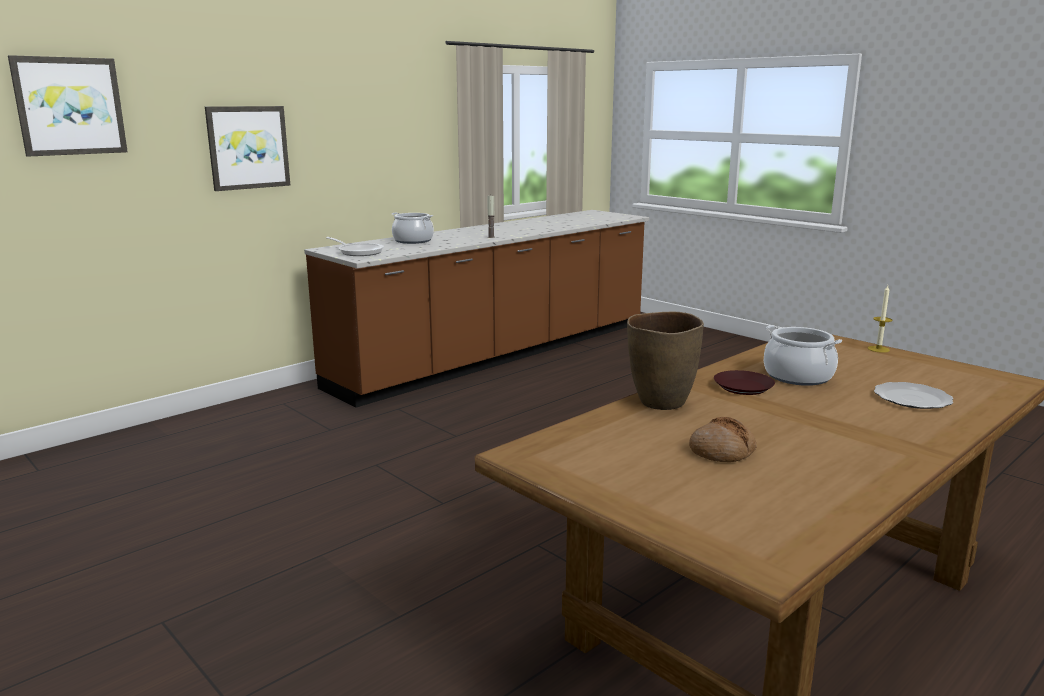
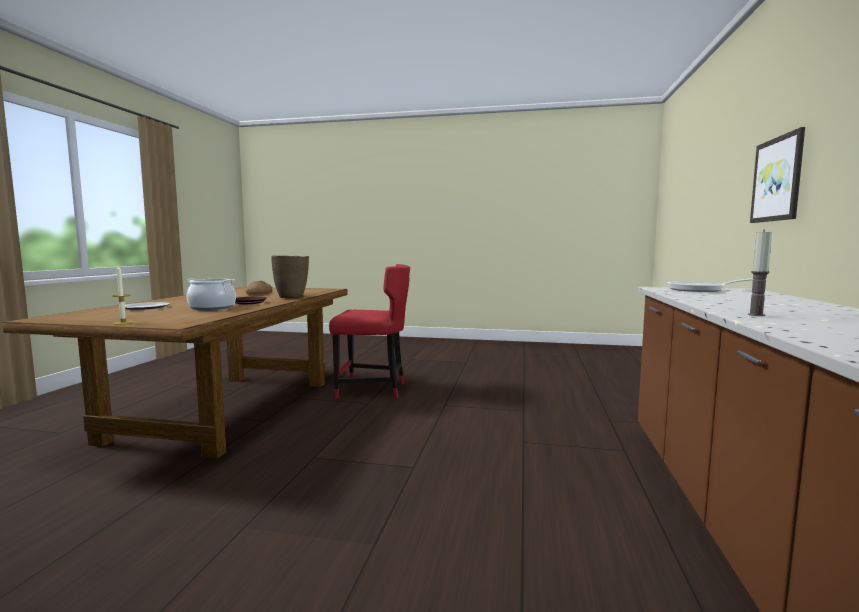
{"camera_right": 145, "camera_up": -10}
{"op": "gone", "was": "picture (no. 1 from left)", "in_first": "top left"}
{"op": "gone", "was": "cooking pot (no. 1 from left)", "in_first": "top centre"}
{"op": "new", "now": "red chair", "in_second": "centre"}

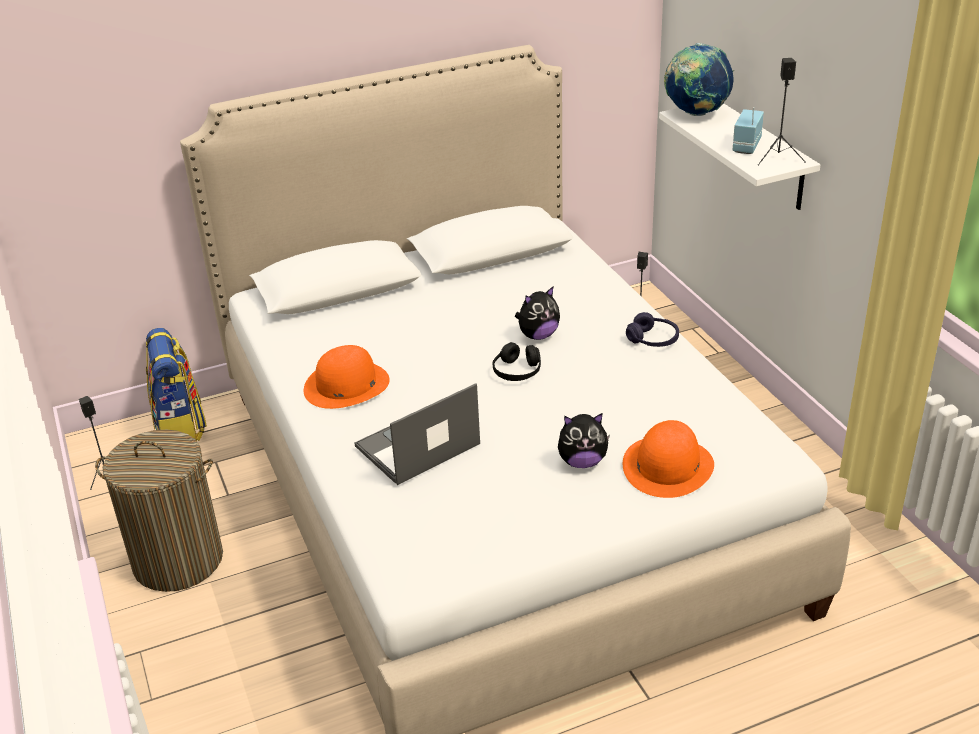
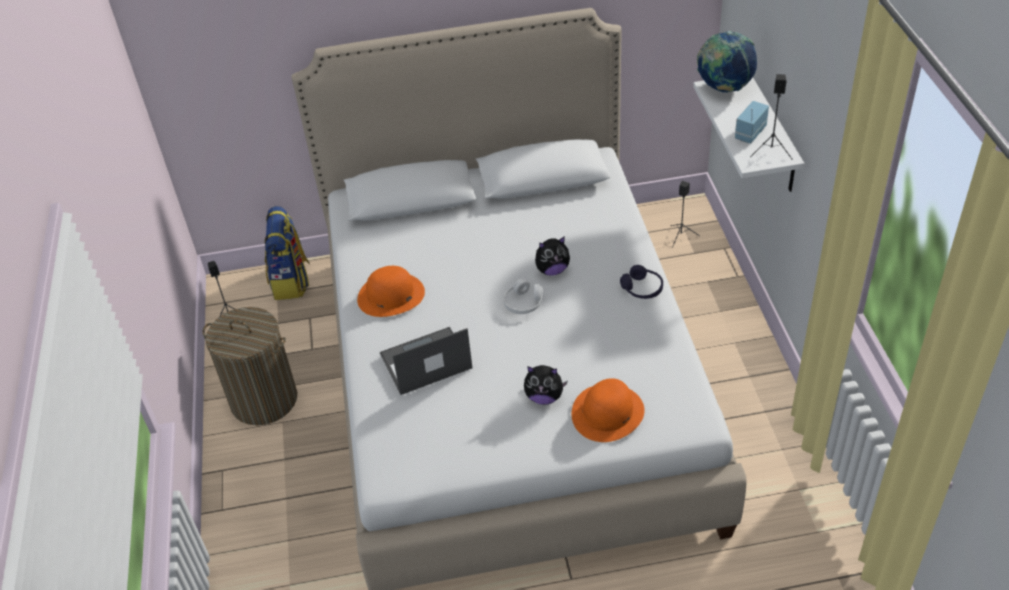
{"camera_right": 15, "camera_up": 10}
{"op": "repainted", "was": "black headphones", "now": "white headphones", "in_first": "centre", "in_second": "centre"}

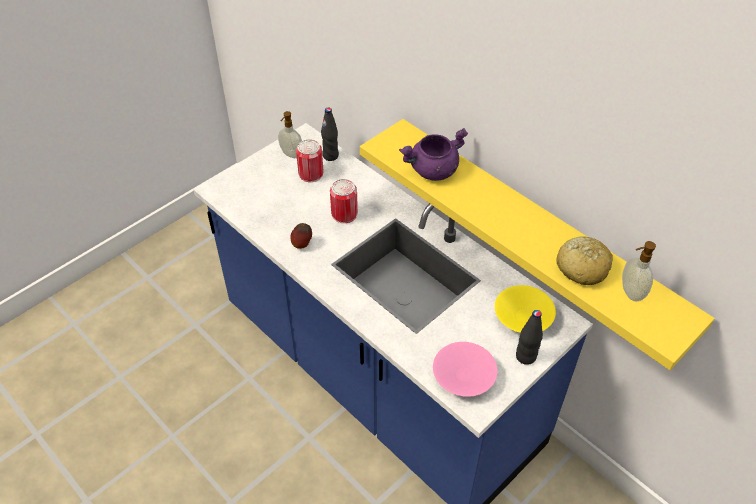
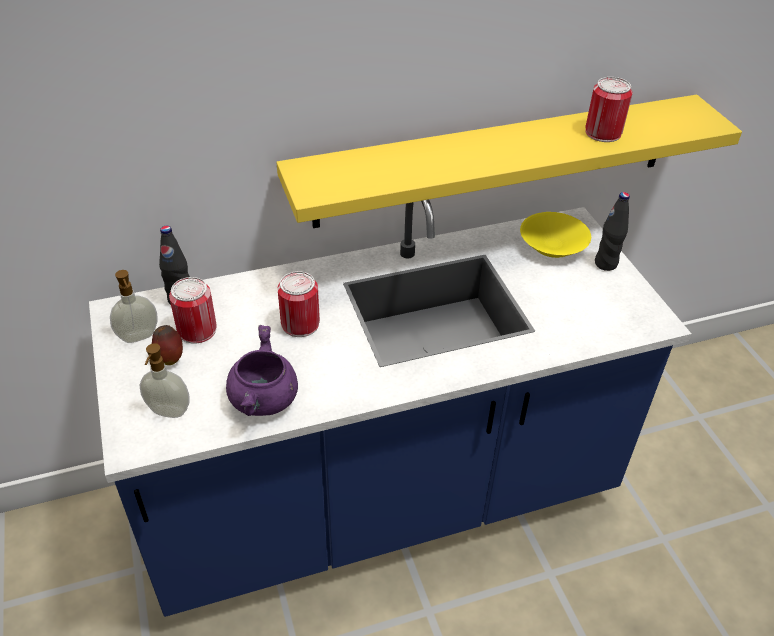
{"camera_right": -65, "camera_up": -5}
{"op": "shifted", "was": "apple", "in_first": "centre", "in_second": "middle left"}
{"op": "shifted", "was": "purple cooking pot", "in_first": "top centre", "in_second": "centre"}
{"op": "gone", "was": "pink bowl", "in_first": "bottom centre"}
{"op": "swapped", "was": "bread", "now": "can (no. 3 from left)", "in_first": "middle right", "in_second": "top right"}
{"op": "shifted", "was": "soap dispenser (no. 2 from left)", "in_first": "middle right", "in_second": "middle left"}

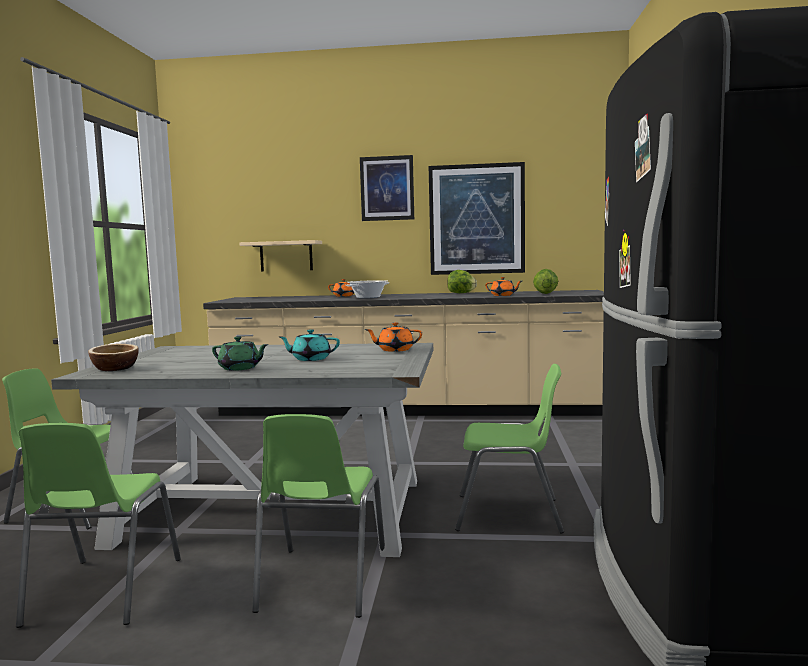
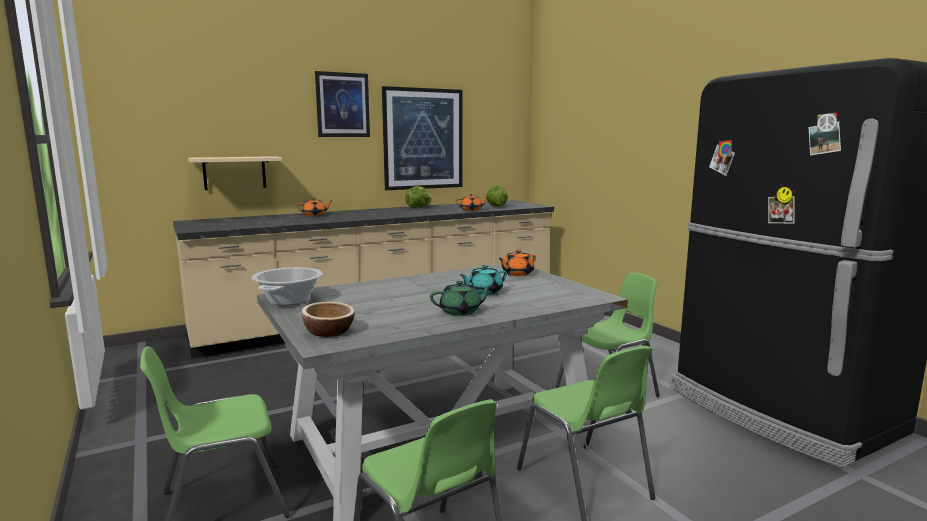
{"camera_right": -35, "camera_up": 5}
{"op": "shifted", "was": "cooking pot", "in_first": "centre", "in_second": "middle left"}

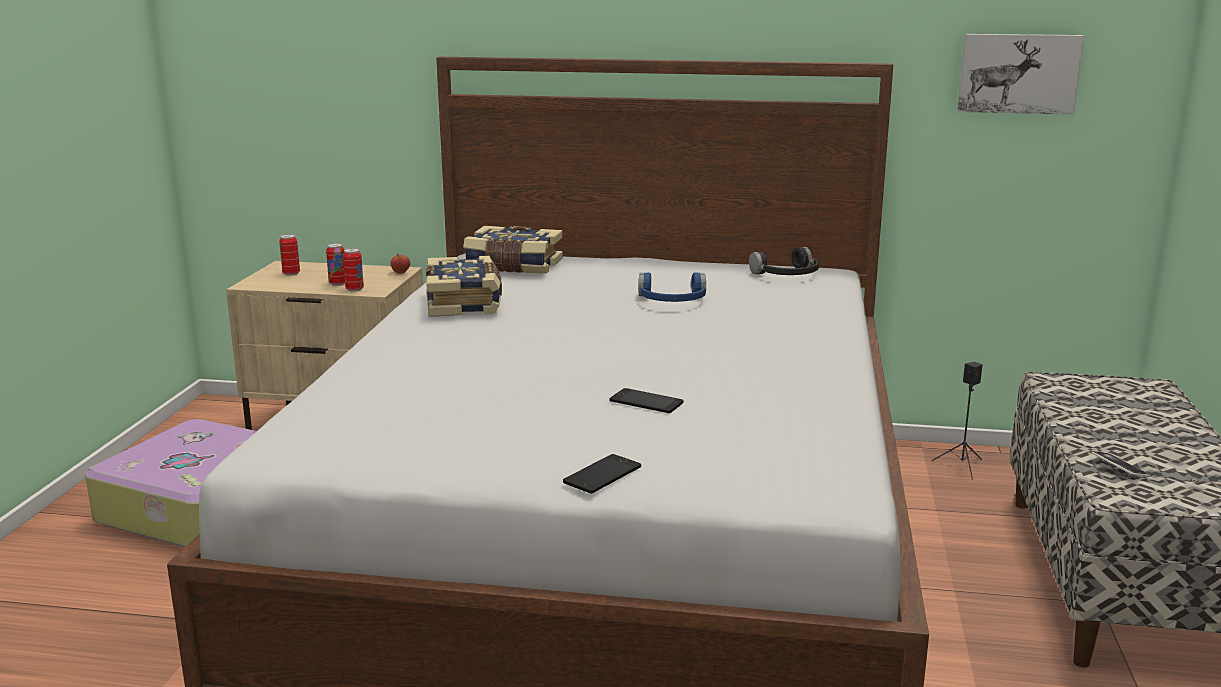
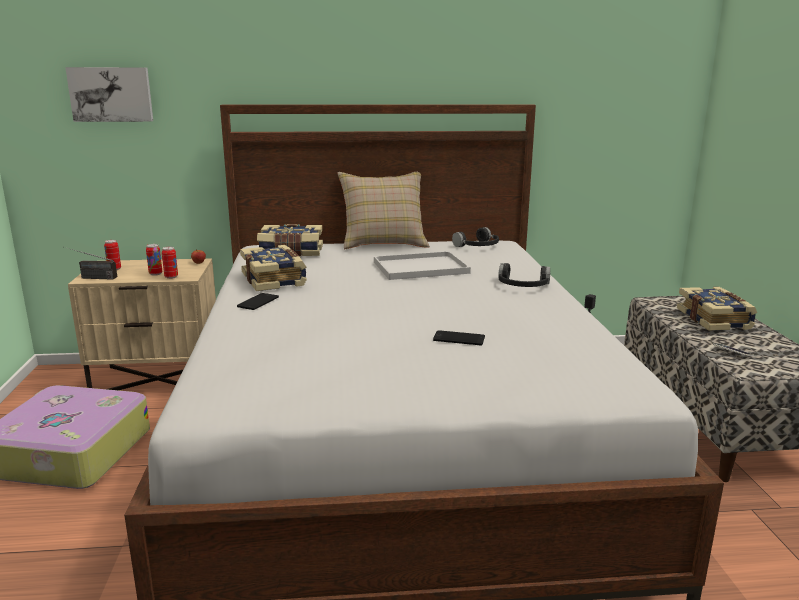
{"camera_right": -15, "camera_up": 0}
{"op": "shifted", "was": "phone (no. 1 from left)", "in_first": "bottom centre", "in_second": "middle left"}
{"op": "swapped", "was": "blue headphones", "now": "white tray", "in_first": "centre", "in_second": "centre"}
{"op": "shifted", "was": "picture", "in_first": "top right", "in_second": "top left"}
{"op": "new", "now": "radio", "in_second": "middle left"}
{"op": "new", "now": "beige pillow", "in_second": "centre"}
{"op": "new", "now": "black headphones (no. 2 from left)", "in_second": "centre"}
{"op": "new", "now": "book (no. 3 from left)", "in_second": "middle right"}

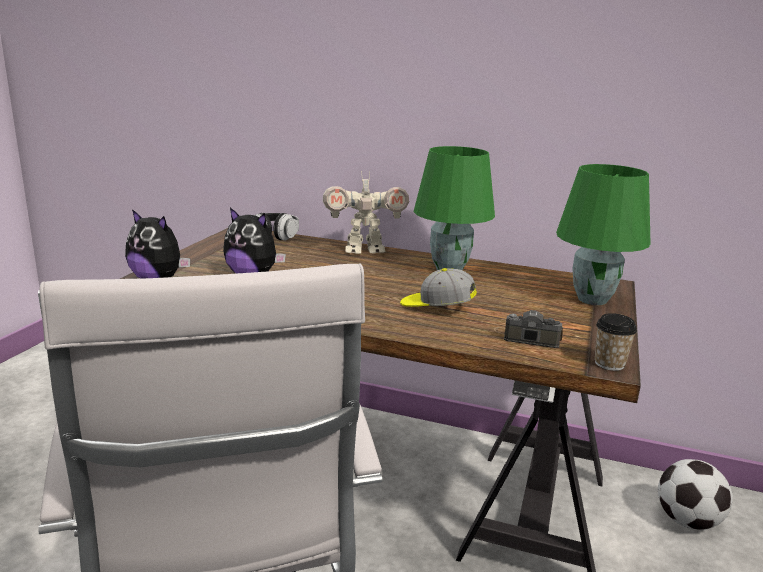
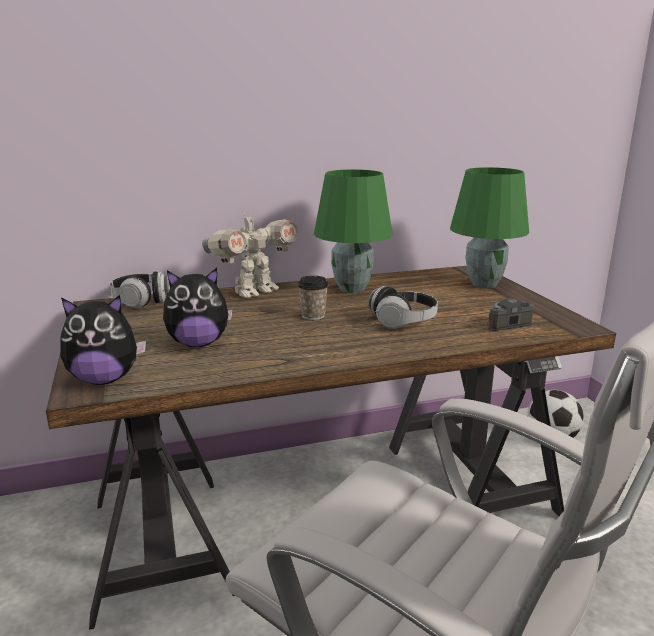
{"camera_right": -35, "camera_up": 0}
{"op": "swapped", "was": "cap", "now": "headphones (no. 2 from left)", "in_first": "centre", "in_second": "centre"}
{"op": "shifted", "was": "cup", "in_first": "middle right", "in_second": "centre"}

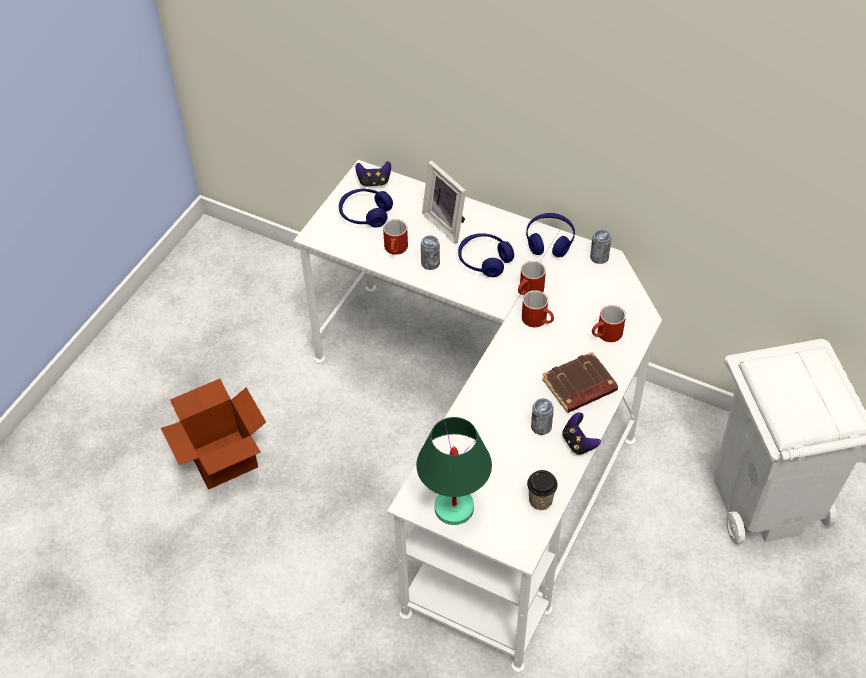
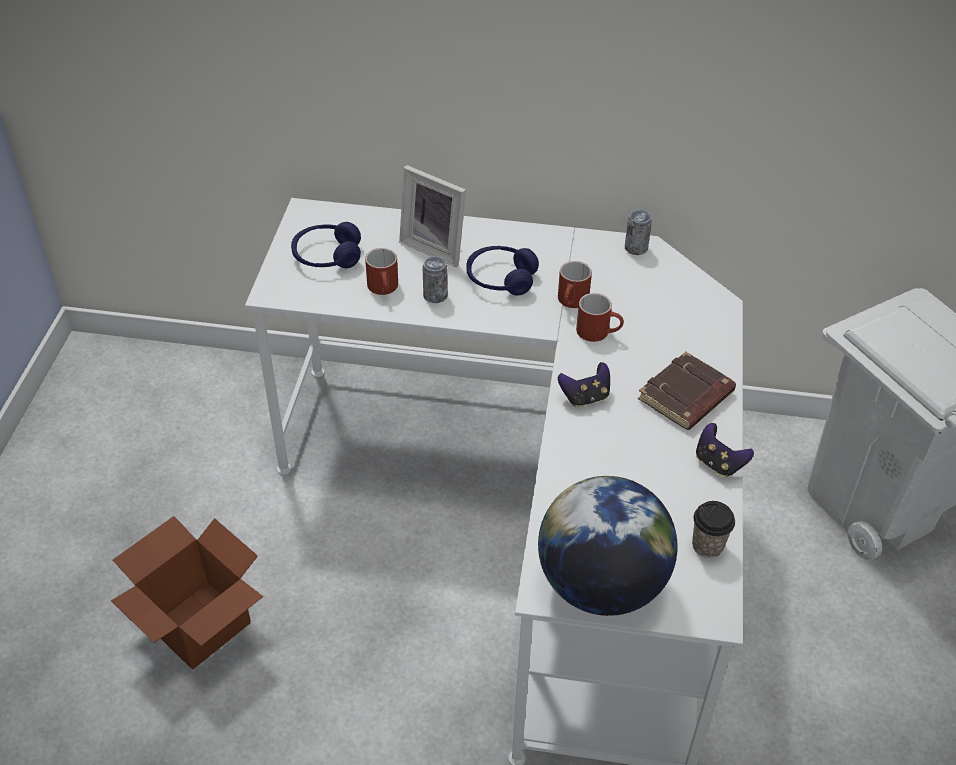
{"camera_right": -20, "camera_up": -5}
{"op": "shifted", "was": "game controller (no. 1 from left)", "in_first": "top centre", "in_second": "centre"}
{"op": "swapped", "was": "green table lamp", "now": "globe", "in_first": "bottom centre", "in_second": "bottom centre"}
{"op": "gone", "was": "blue headphones (no. 3 from left)", "in_first": "centre"}
{"op": "gone", "was": "can (no. 2 from left)", "in_first": "centre"}
{"op": "gone", "was": "red mug (no. 4 from left)", "in_first": "middle right"}

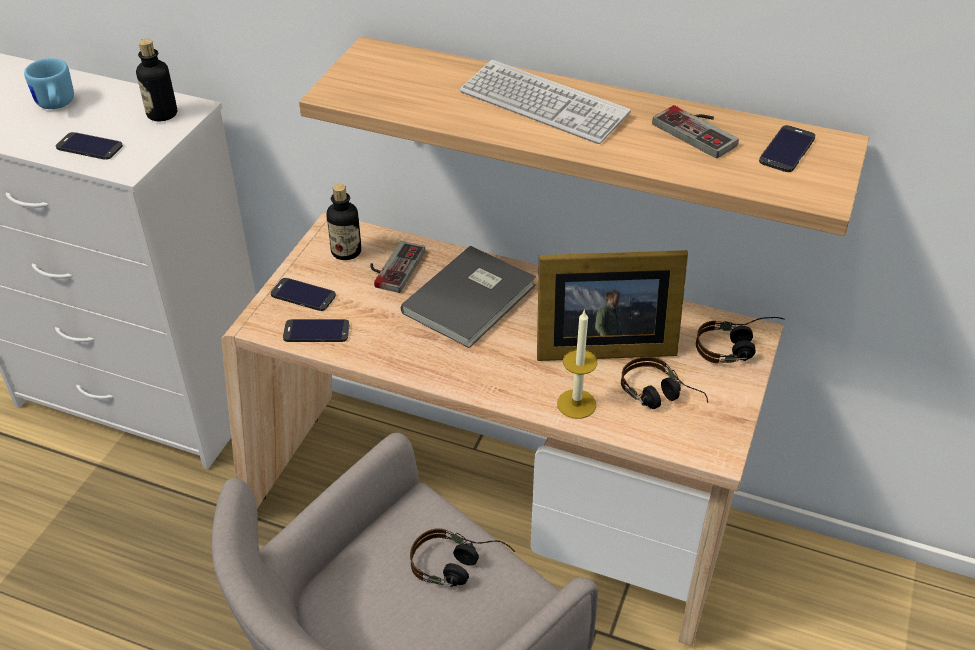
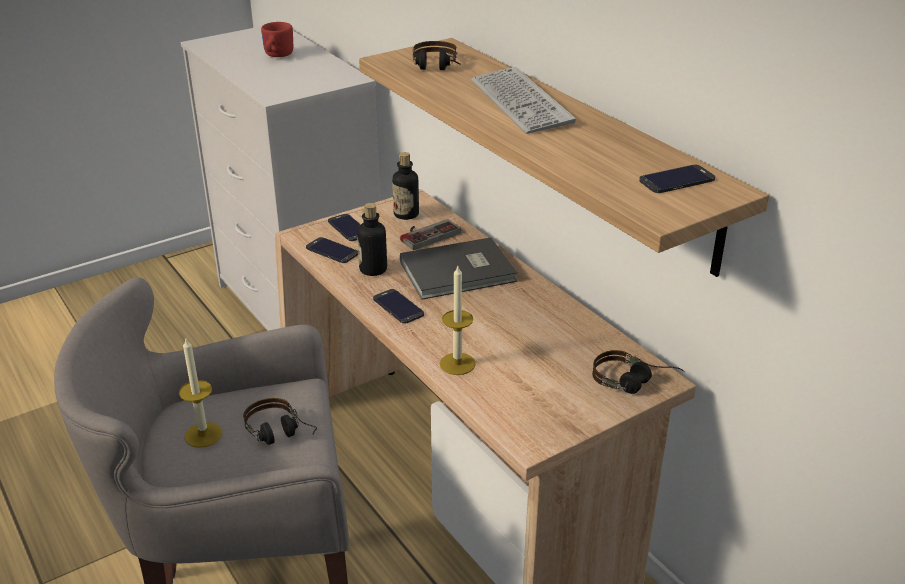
{"camera_right": 35, "camera_up": -10}
{"op": "repainted", "was": "blue mug", "now": "red mug", "in_first": "top left", "in_second": "top left"}
{"op": "shifted", "was": "phone (no. 1 from left in the first image)", "now": "phone (no. 3 from left)", "in_first": "top left", "in_second": "centre"}
{"op": "shifted", "was": "bottle (no. 1 from left)", "in_first": "top left", "in_second": "centre"}
{"op": "gone", "was": "picture frame", "in_first": "centre"}
{"op": "shifted", "was": "headphones (no. 2 from left)", "in_first": "middle right", "in_second": "top centre"}
{"op": "gone", "was": "game controller (no. 2 from left)", "in_first": "top right"}
{"op": "new", "now": "candle (no. 1 from left)", "in_second": "bottom left"}

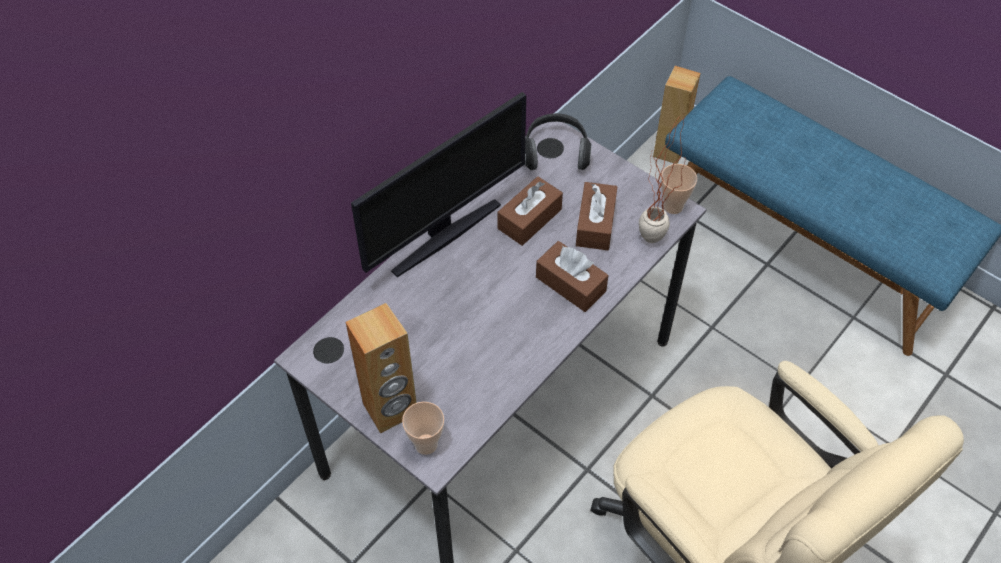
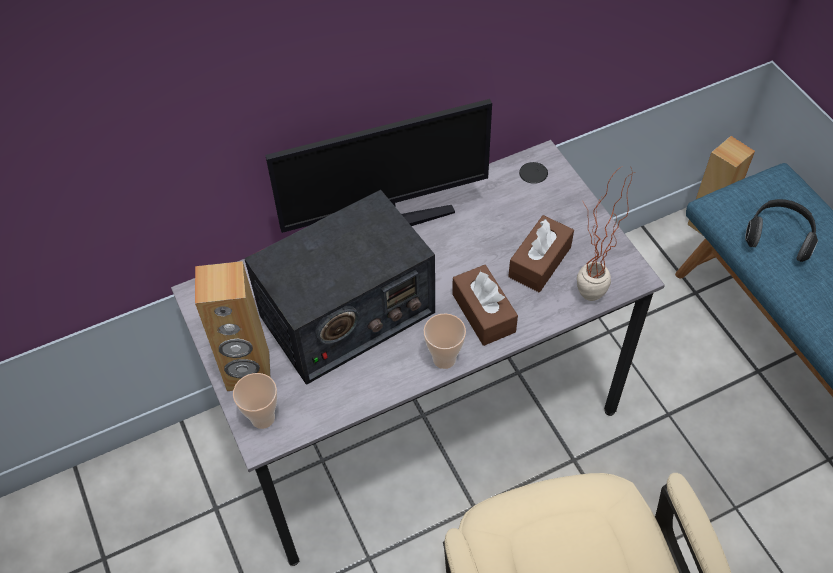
{"camera_right": 25, "camera_up": 0}
{"op": "gone", "was": "brown tissue box (no. 1 from left)", "in_first": "centre"}
{"op": "shifted", "was": "headphones", "in_first": "top centre", "in_second": "middle right"}
{"op": "shifted", "was": "cup (no. 2 from left)", "in_first": "middle right", "in_second": "centre"}
{"op": "new", "now": "radio", "in_second": "centre"}

